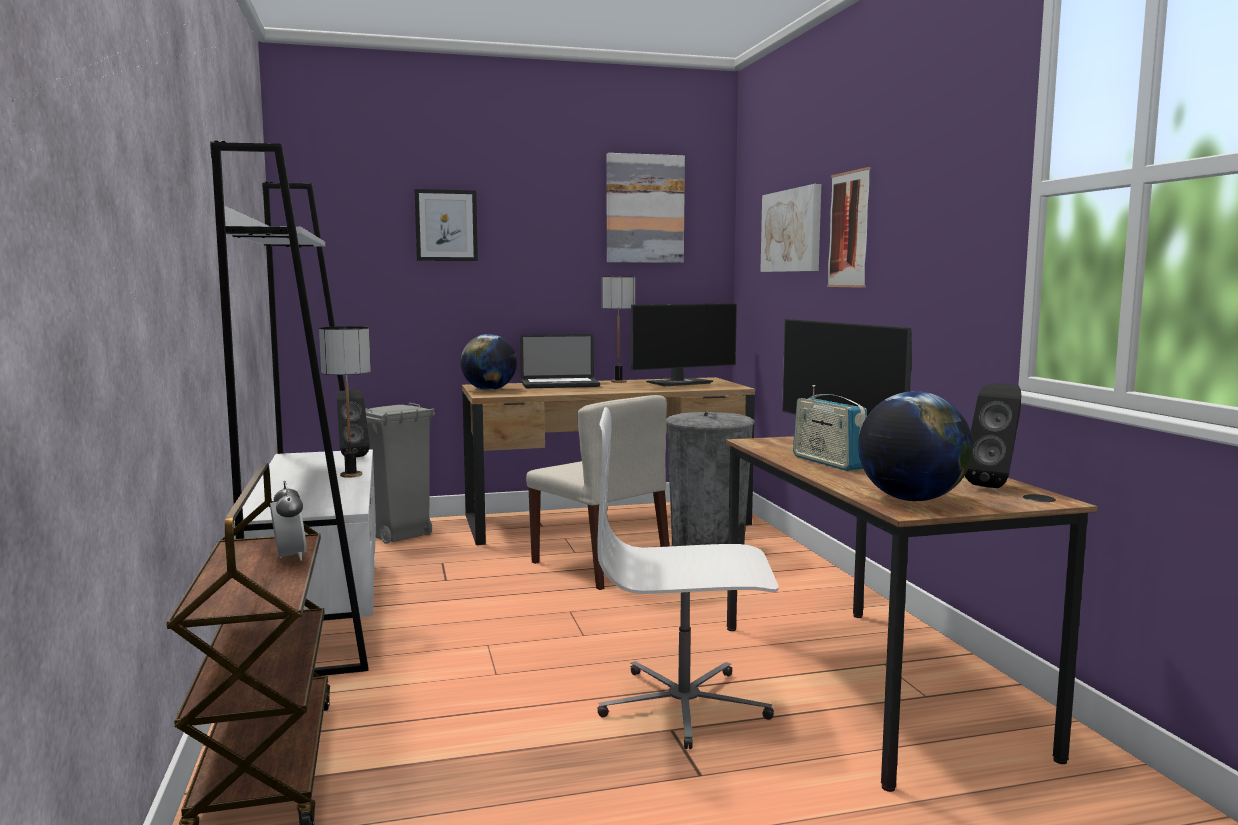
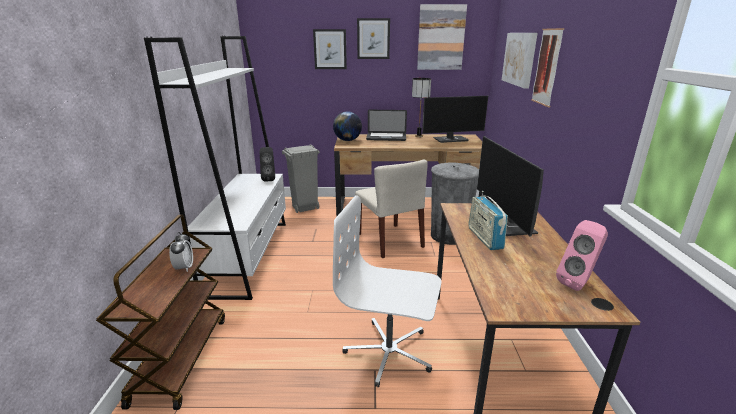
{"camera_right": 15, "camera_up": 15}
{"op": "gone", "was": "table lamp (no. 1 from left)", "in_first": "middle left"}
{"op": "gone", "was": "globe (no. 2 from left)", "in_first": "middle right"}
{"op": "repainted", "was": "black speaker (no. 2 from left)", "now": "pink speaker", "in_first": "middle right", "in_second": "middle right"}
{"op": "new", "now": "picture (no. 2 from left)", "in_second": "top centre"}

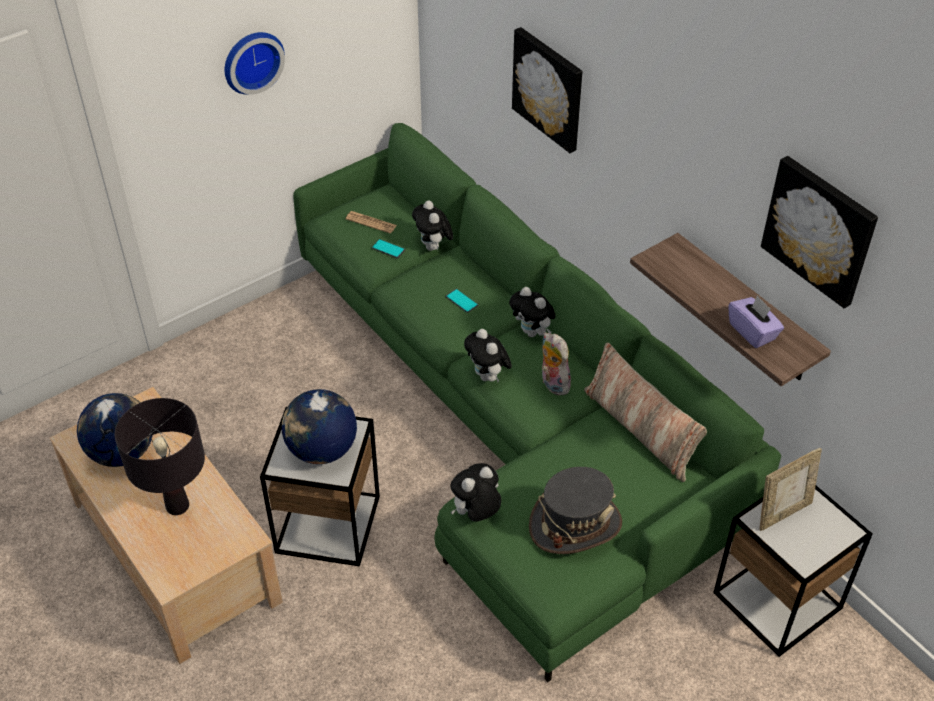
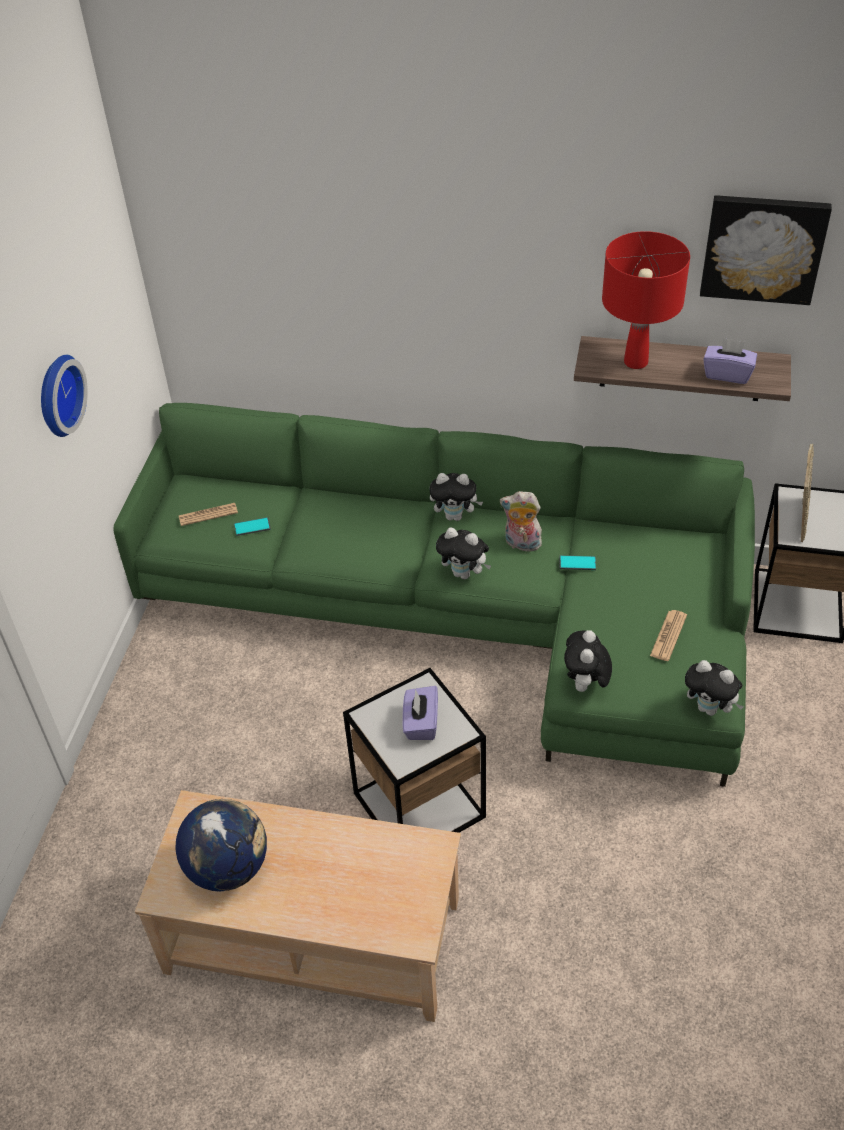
{"camera_right": -40, "camera_up": 0}
{"op": "gone", "was": "black table lamp", "in_first": "middle left"}
{"op": "swapped", "was": "globe (no. 2 from left)", "now": "purple tissue box (no. 1 from left)", "in_first": "centre", "in_second": "centre"}
{"op": "shifted", "was": "plush toy (no. 1 from left in the first image)", "now": "plush toy (no. 5 from left)", "in_first": "top centre", "in_second": "middle right"}
{"op": "shifted", "was": "phone (no. 2 from left)", "in_first": "centre", "in_second": "middle right"}
{"op": "gone", "was": "picture (no. 1 from left)", "in_first": "top centre"}
{"op": "swapped", "was": "grey hat", "now": "newspaper (no. 2 from left)", "in_first": "bottom centre", "in_second": "middle right"}
{"op": "gone", "was": "pillow", "in_first": "middle right"}
{"op": "new", "now": "red table lamp", "in_second": "top right"}

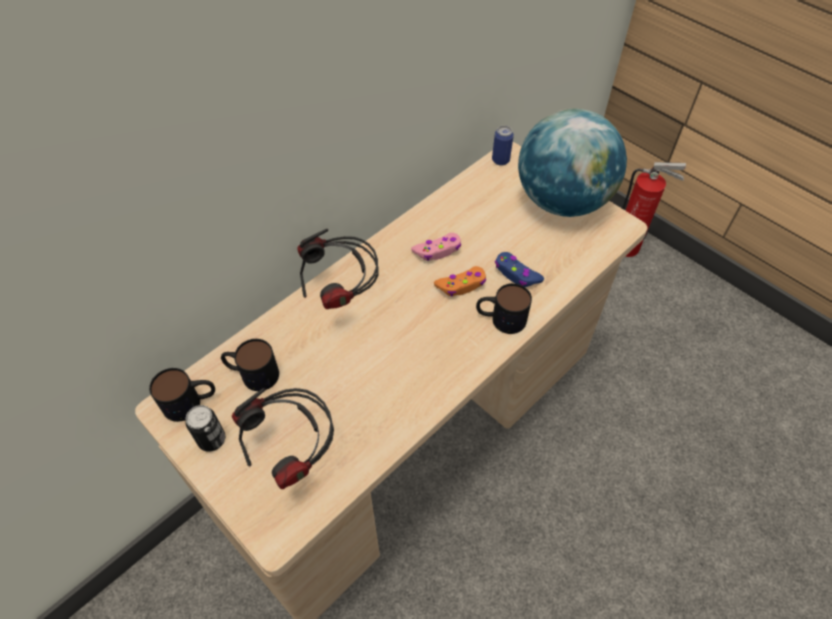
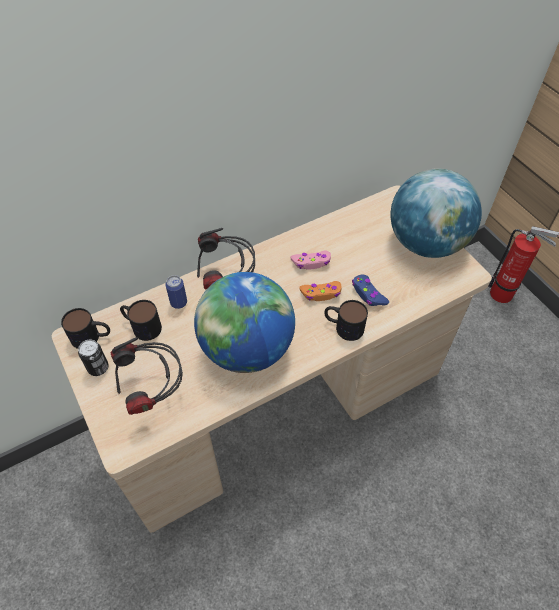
{"camera_right": 15, "camera_up": 0}
{"op": "shifted", "was": "can (no. 2 from left)", "in_first": "top centre", "in_second": "middle left"}
{"op": "new", "now": "globe (no. 1 from left)", "in_second": "centre"}

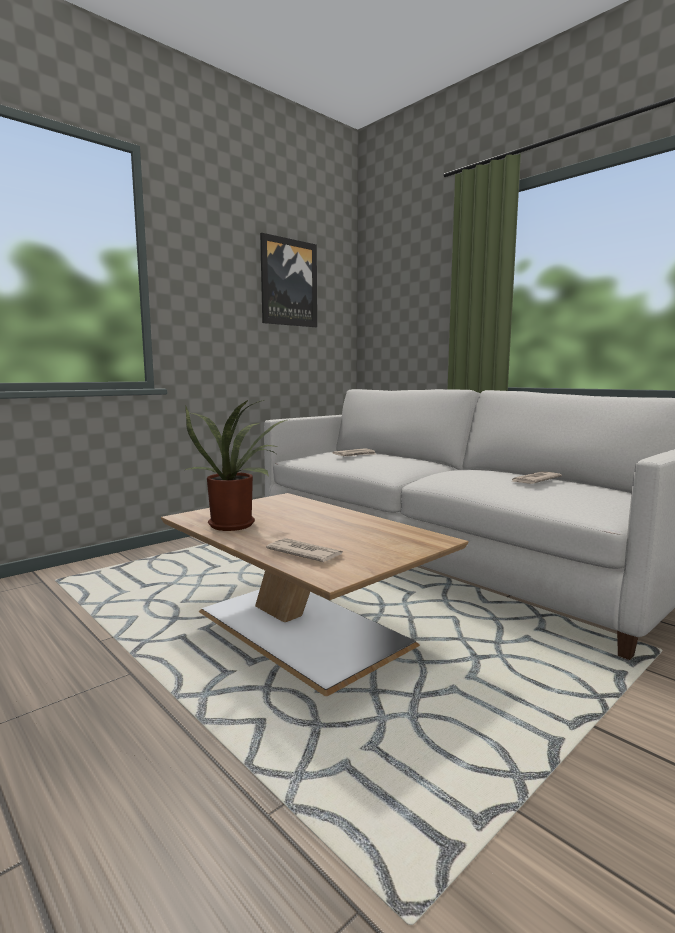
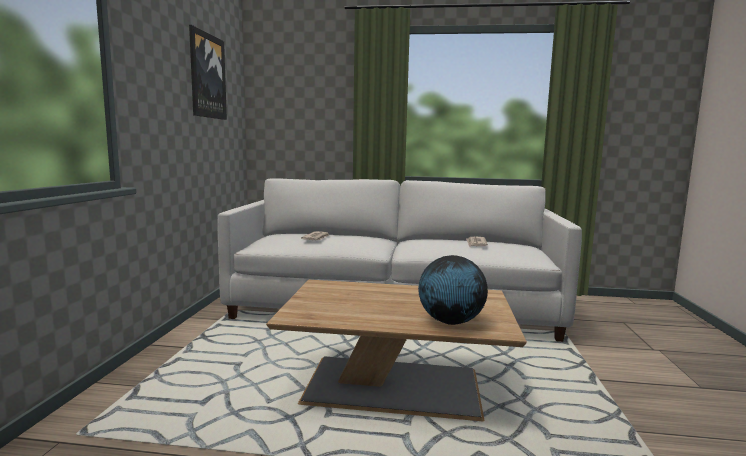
{"camera_right": -40, "camera_up": 0}
{"op": "gone", "was": "potted plant", "in_first": "centre"}
{"op": "swapped", "was": "newspaper (no. 1 from left)", "now": "globe", "in_first": "centre", "in_second": "centre"}

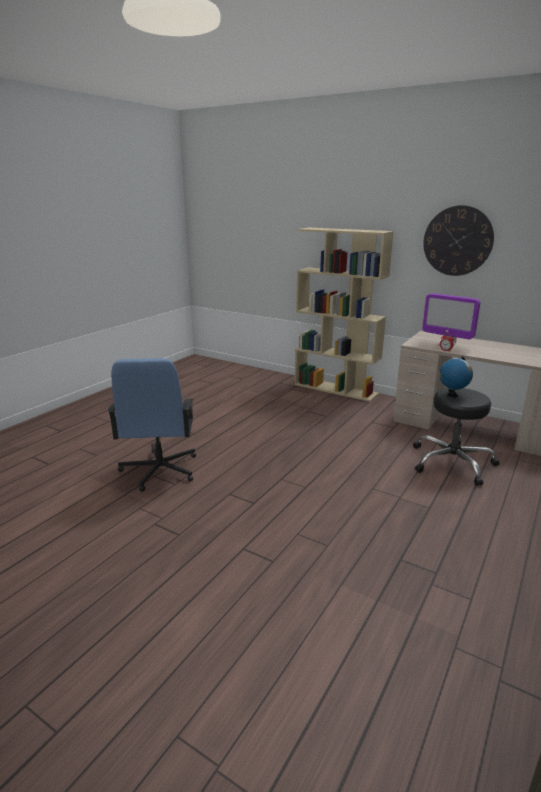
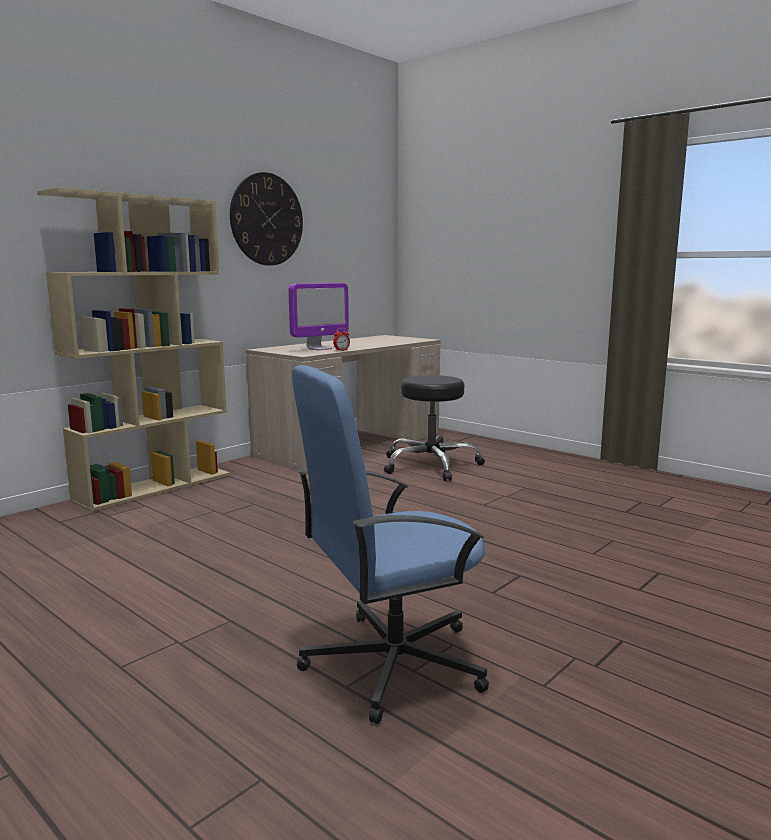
{"camera_right": -80, "camera_up": -10}
{"op": "rotated", "was": "blue office chair", "in_first": "middle left", "in_second": "centre", "clockwise": 150}
{"op": "gone", "was": "globe", "in_first": "middle right"}

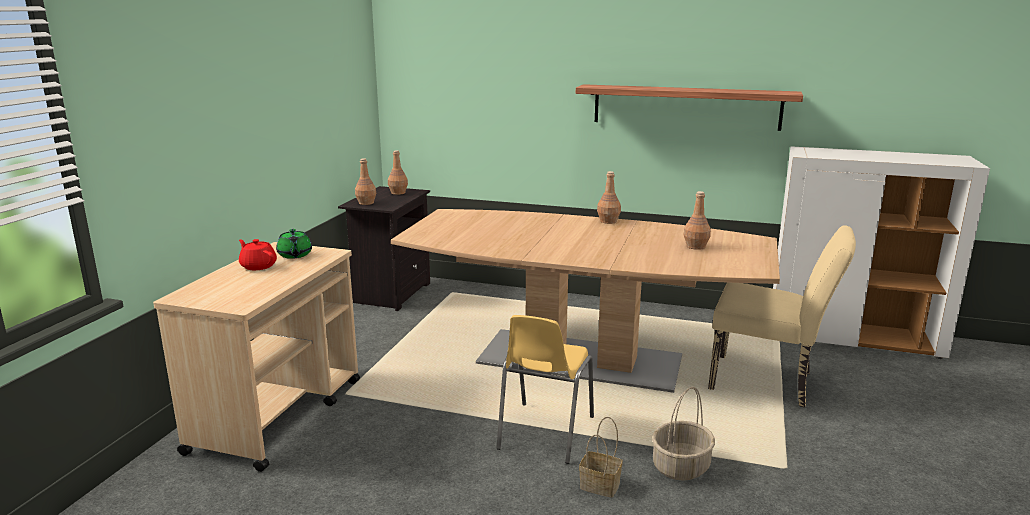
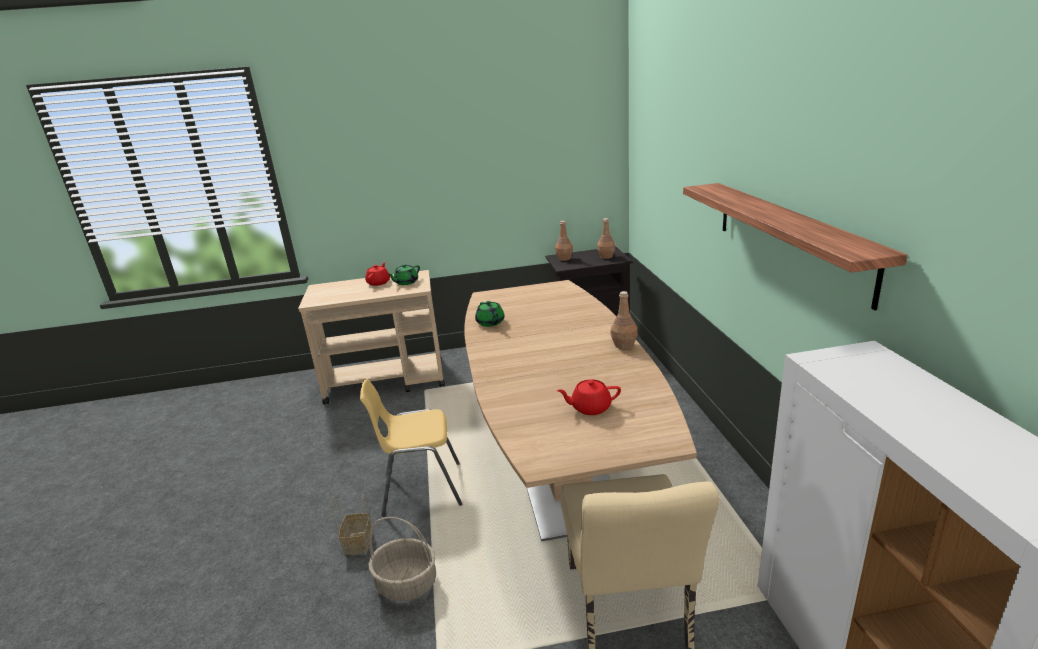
{"camera_right": 65, "camera_up": 5}
{"op": "swapped", "was": "brown bottle (no. 4 from left)", "now": "red teapot (no. 2 from left)", "in_first": "middle right", "in_second": "centre"}
{"op": "new", "now": "green teapot (no. 2 from left)", "in_second": "centre"}

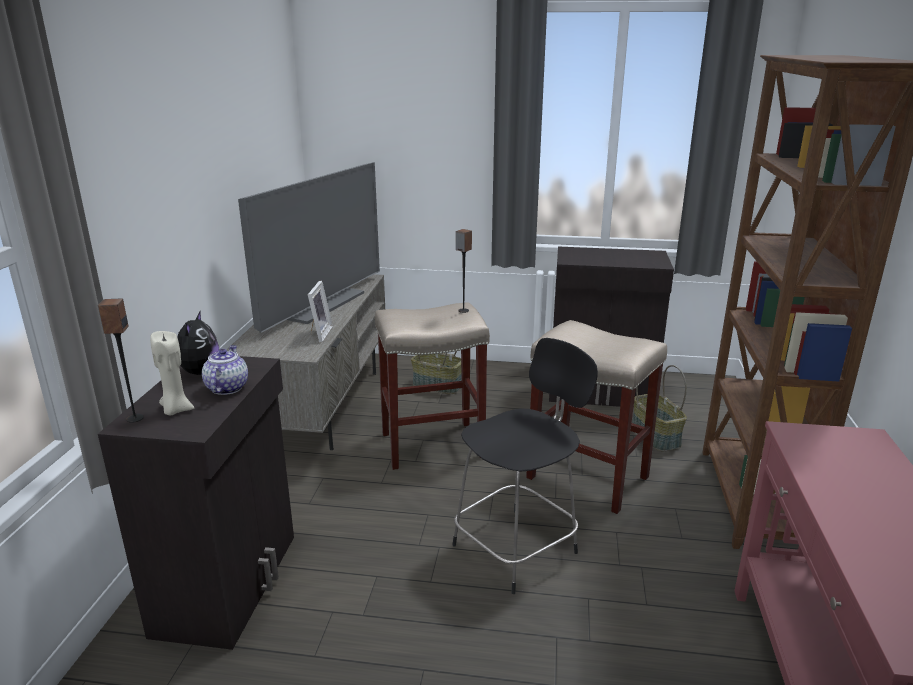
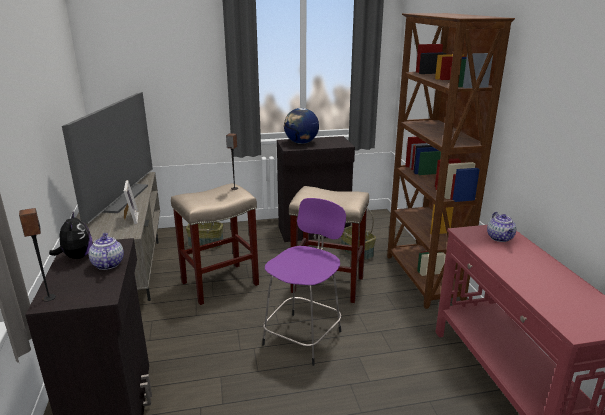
{"camera_right": -20, "camera_up": 0}
{"op": "gone", "was": "beige candle", "in_first": "middle left"}
{"op": "repainted", "was": "black stool", "now": "purple stool", "in_first": "bottom centre", "in_second": "bottom centre"}
{"op": "new", "now": "globe", "in_second": "top centre"}
{"op": "new", "now": "teapot (no. 2 from left)", "in_second": "middle right"}

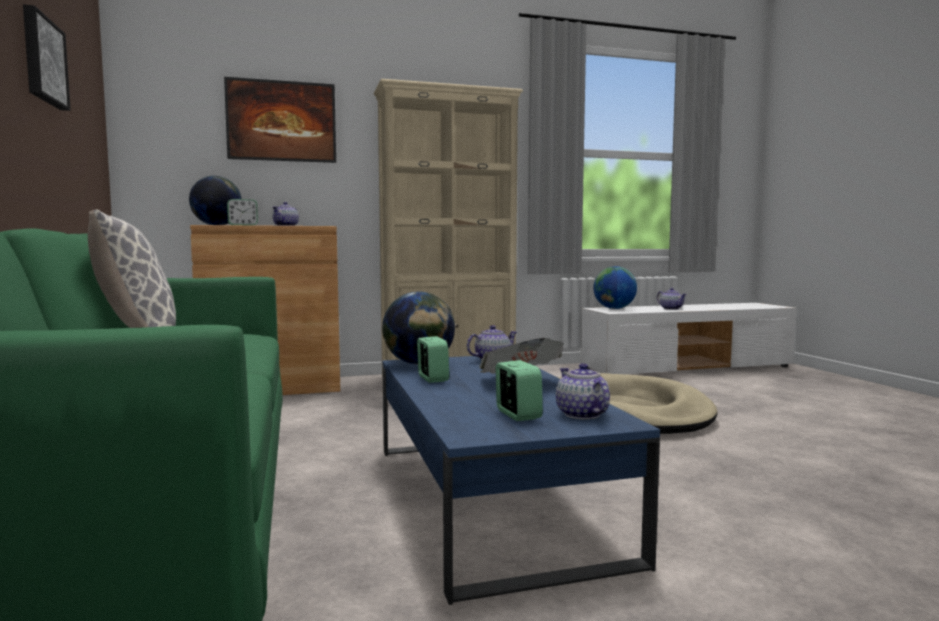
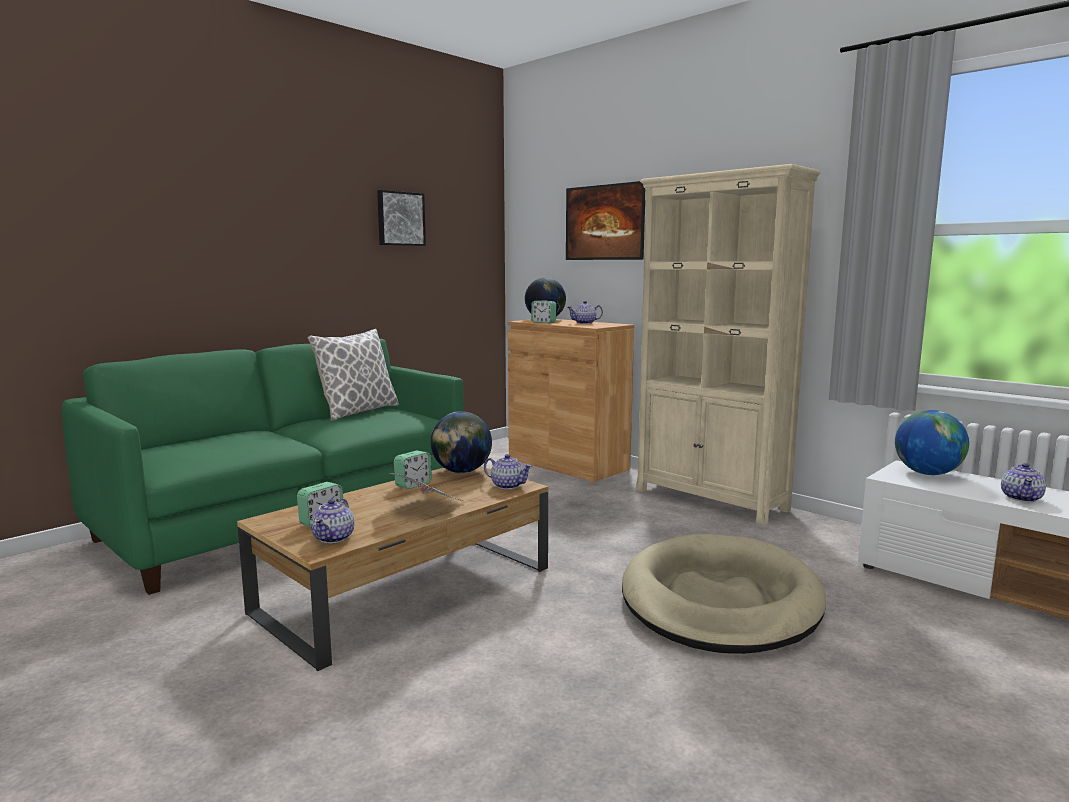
{"camera_right": 60, "camera_up": 5}
{"op": "repainted", "was": "blue coffee table", "now": "brown coffee table", "in_first": "bottom centre", "in_second": "bottom centre"}
{"op": "rotated", "was": "teapot (no. 3 from left in the first image)", "in_first": "centre", "in_second": "middle left", "clockwise": 150}

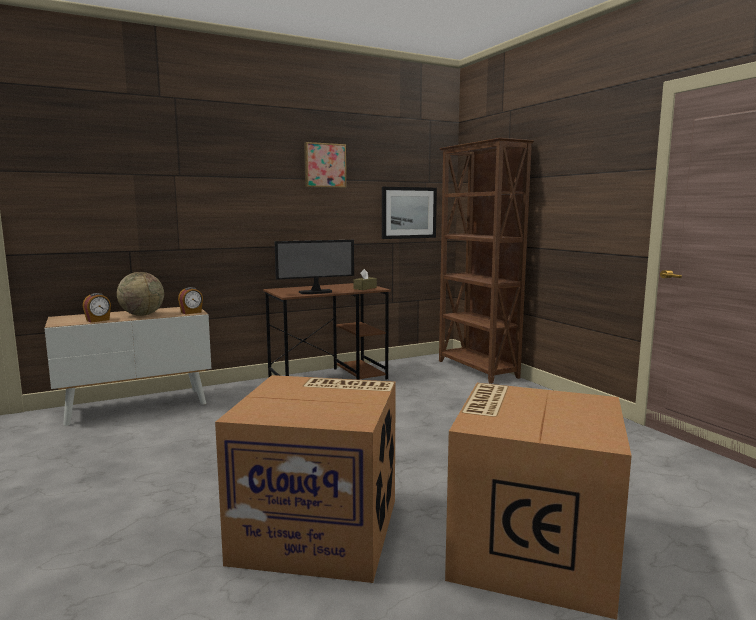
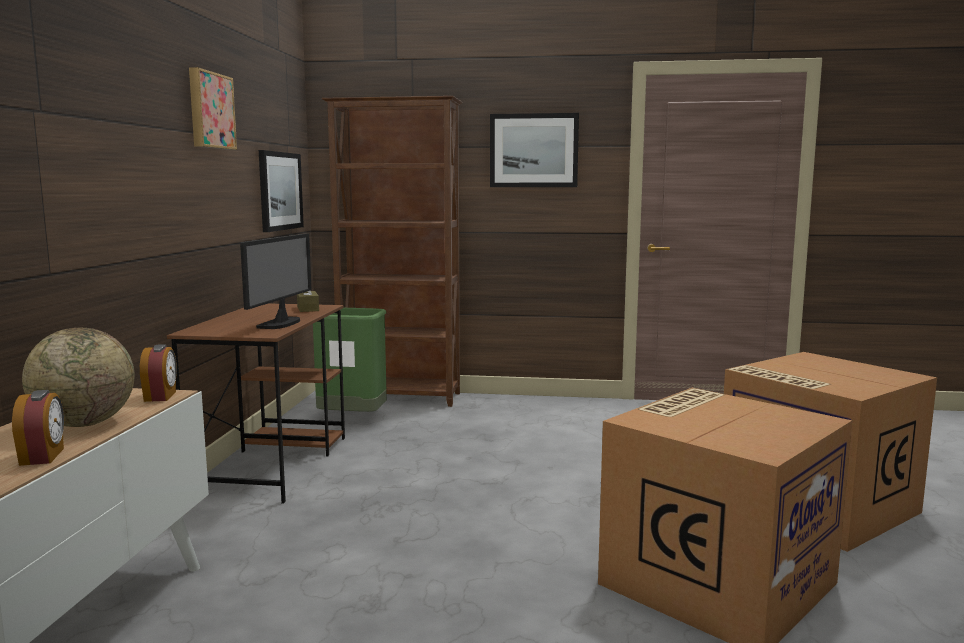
{"camera_right": -55, "camera_up": 0}
{"op": "new", "now": "green trash can", "in_second": "centre"}
{"op": "new", "now": "picture (no. 3 from left)", "in_second": "top centre"}

